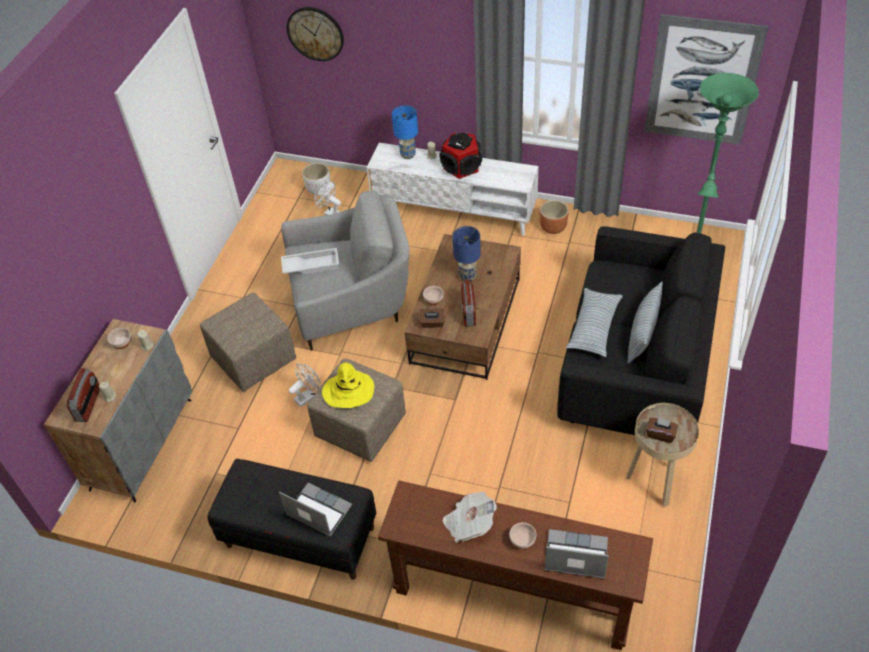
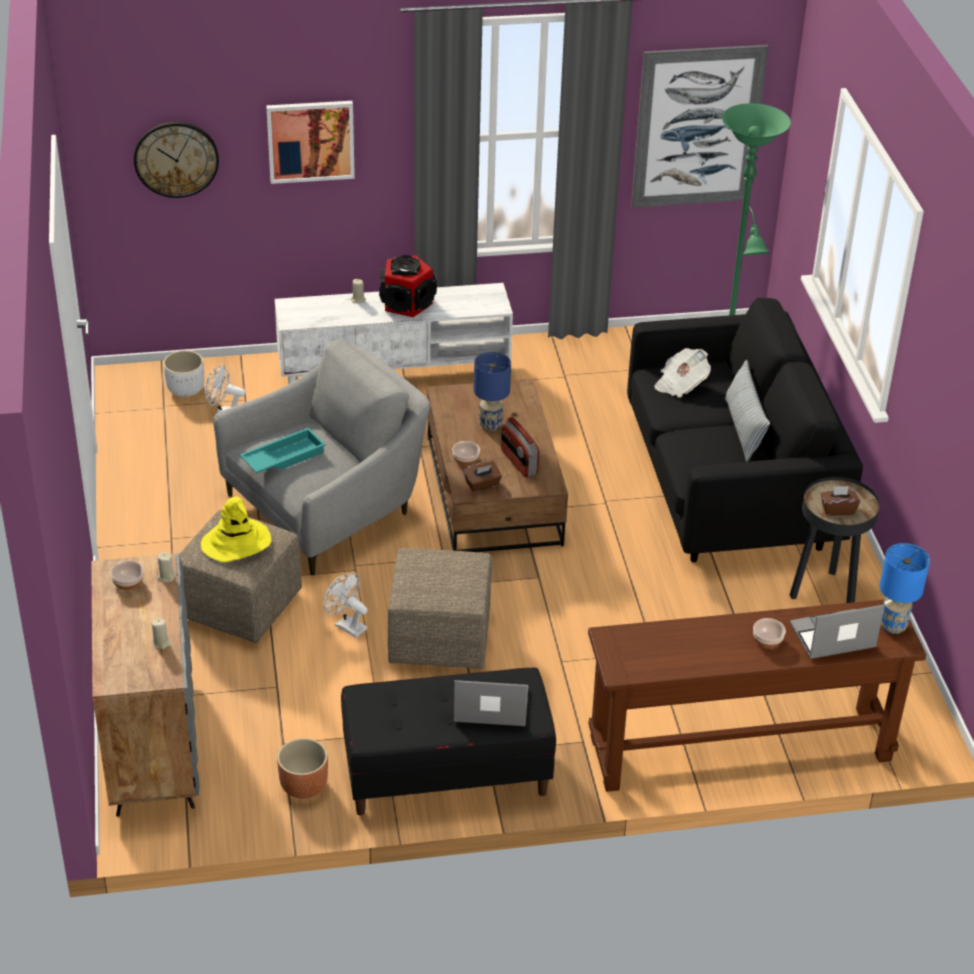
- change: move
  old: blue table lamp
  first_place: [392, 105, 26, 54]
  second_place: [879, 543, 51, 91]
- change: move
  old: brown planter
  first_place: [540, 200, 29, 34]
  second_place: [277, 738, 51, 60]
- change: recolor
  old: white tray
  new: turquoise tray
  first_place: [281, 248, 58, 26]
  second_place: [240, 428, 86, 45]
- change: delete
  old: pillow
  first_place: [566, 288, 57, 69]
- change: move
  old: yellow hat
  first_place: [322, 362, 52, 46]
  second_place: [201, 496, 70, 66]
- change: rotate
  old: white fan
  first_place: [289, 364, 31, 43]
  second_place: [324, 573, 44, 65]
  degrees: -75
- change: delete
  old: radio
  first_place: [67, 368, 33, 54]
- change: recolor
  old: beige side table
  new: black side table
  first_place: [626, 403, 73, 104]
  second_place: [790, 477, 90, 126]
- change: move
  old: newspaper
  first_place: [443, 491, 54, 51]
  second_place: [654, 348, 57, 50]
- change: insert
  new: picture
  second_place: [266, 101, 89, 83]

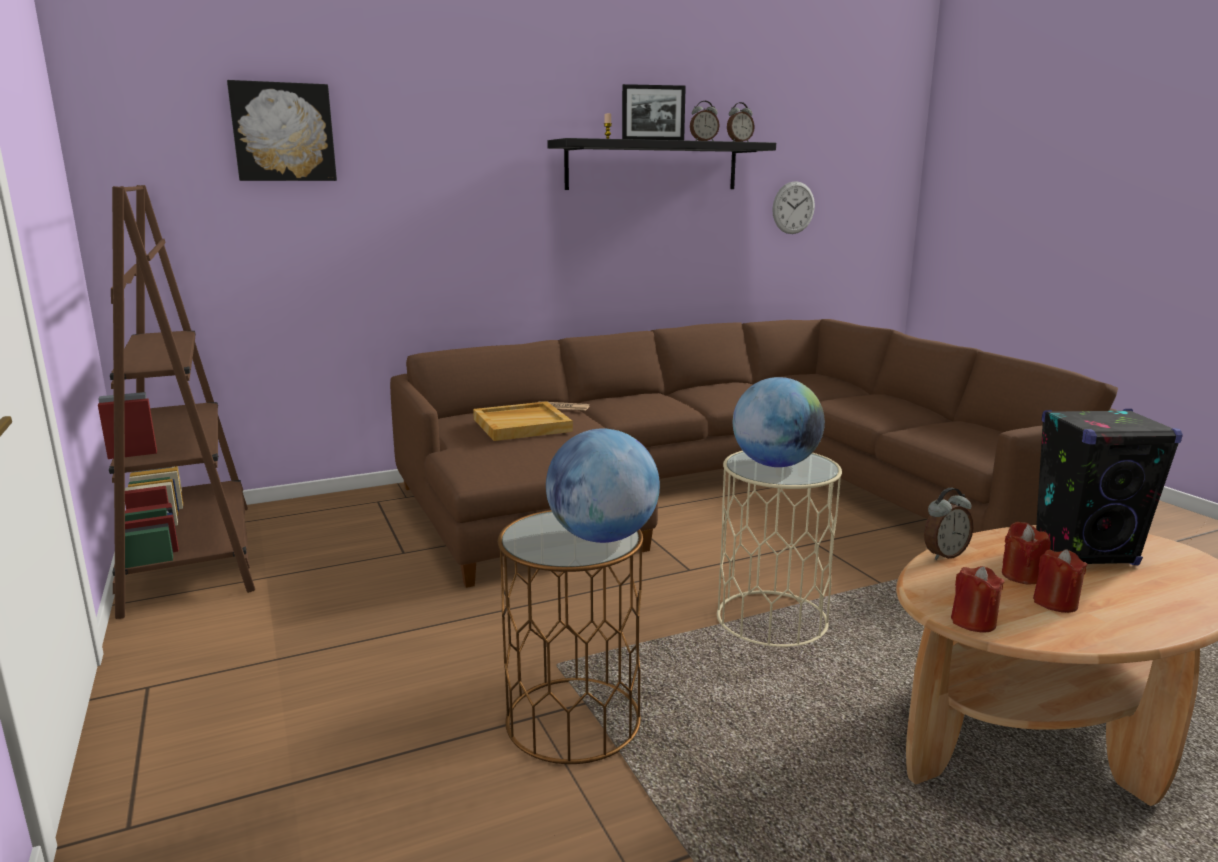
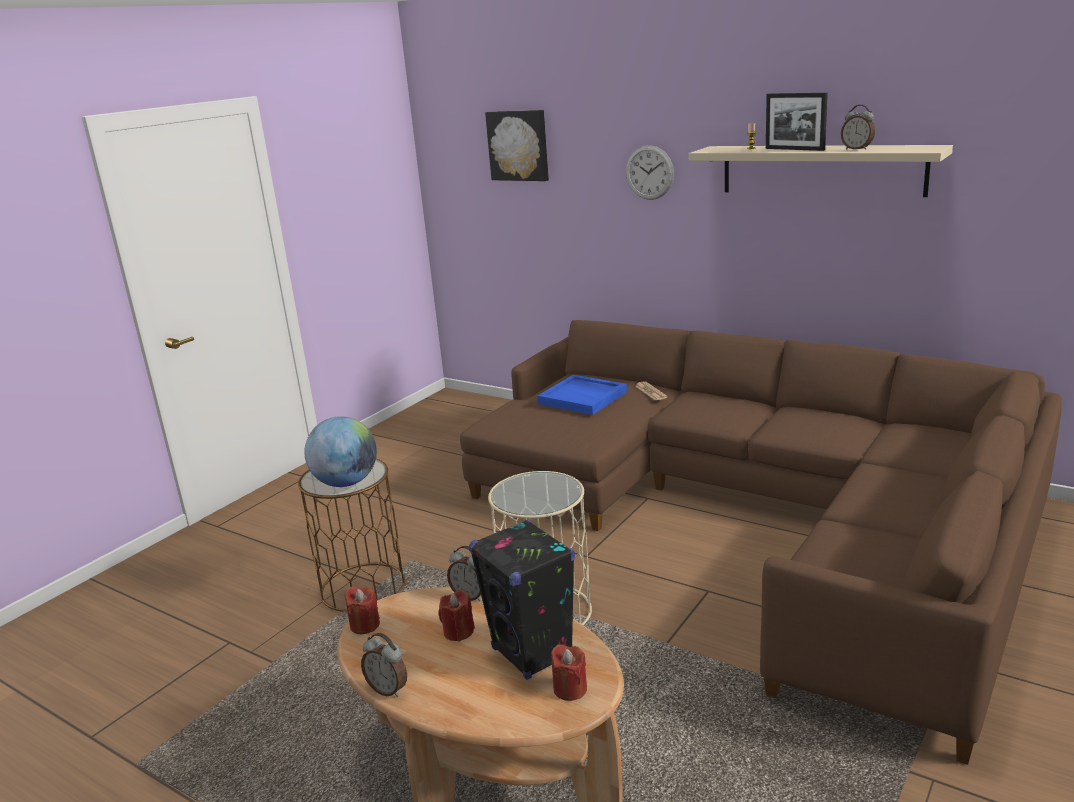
- change: move
  old: alarm clock
  first_place: [727, 102, 28, 40]
  second_place: [361, 633, 46, 64]
- change: recolor
  old: black shelf
  new: beige shelf
  first_place: [547, 138, 229, 52]
  second_place: [689, 145, 264, 52]
- change: move
  old: wall clock
  first_place: [772, 181, 43, 53]
  second_place: [626, 145, 48, 55]
- change: delete
  old: brown bookcase
  first_place: [98, 185, 157, 434]
- change: delete
  old: globe
  first_place: [733, 377, 92, 90]
- change: recolor
  old: beige tray
  new: blue tray
  first_place: [473, 401, 100, 40]
  second_place: [537, 375, 90, 40]
- change: move
  old: red candle
  first_place: [1033, 549, 54, 64]
  second_place: [551, 644, 36, 57]

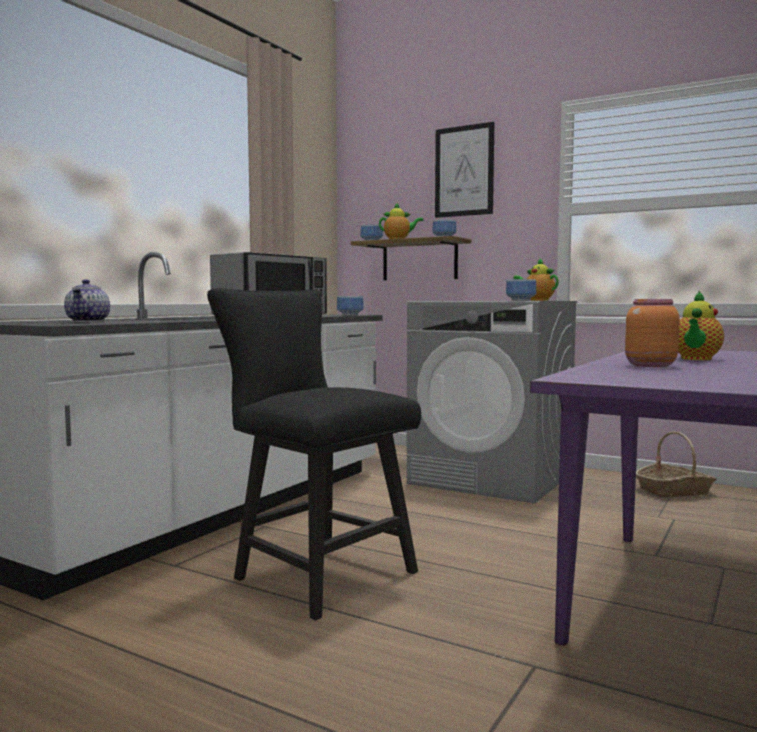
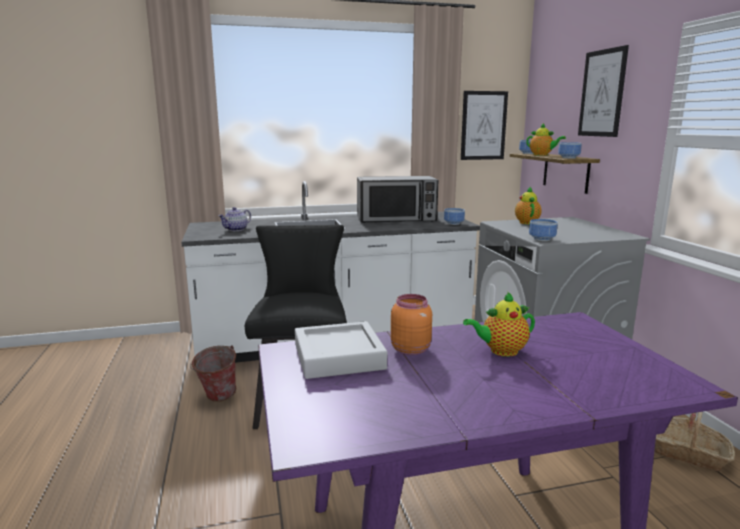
- change: move
  old: teapot
  first_place: [513, 258, 46, 43]
  second_place: [515, 187, 27, 37]
- change: insert
  new: picture
  second_place: [461, 91, 47, 69]
- change: insert
  new: grey tray
  second_place: [295, 321, 92, 58]
- change: insert
  new: bucket
  second_place: [190, 345, 46, 57]

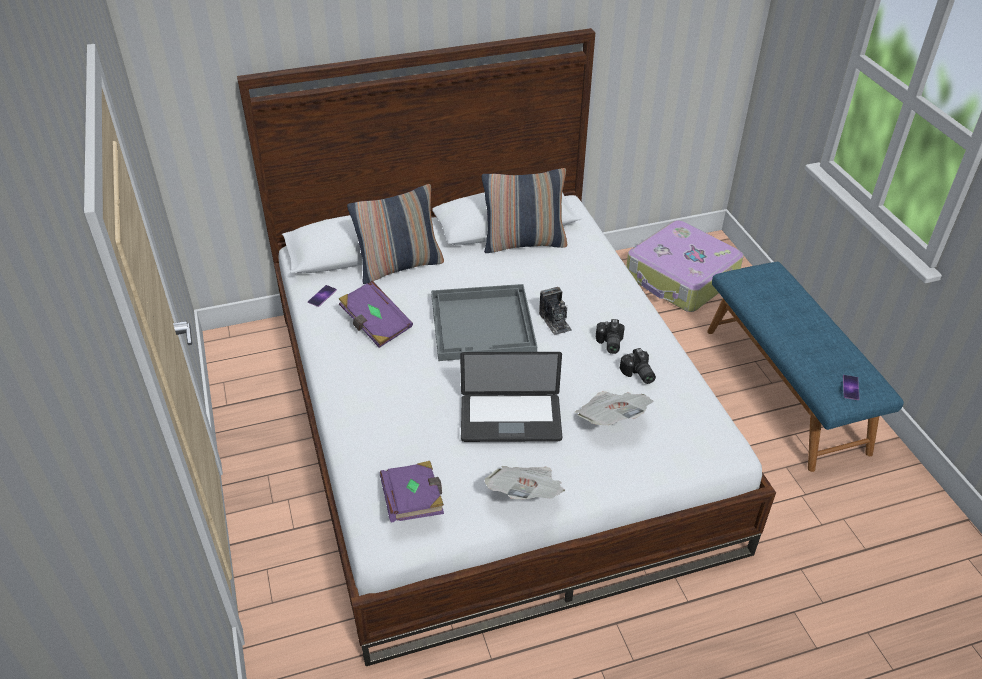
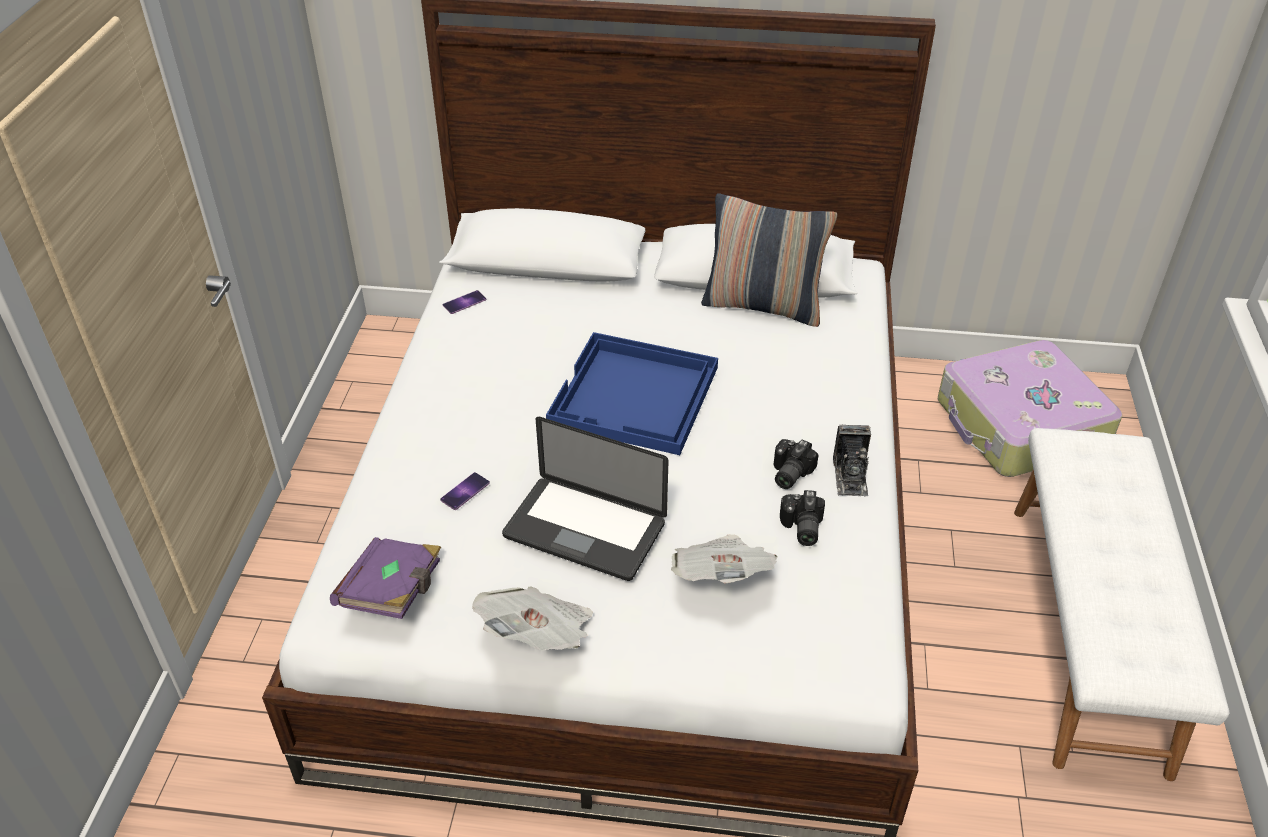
- change: delete
  old: pillow
  first_place: [347, 184, 97, 100]
- change: recolor
  old: blue bench
  new: white bench
  first_place: [707, 262, 197, 210]
  second_place: [1014, 428, 216, 353]
- change: delete
  old: purple book
  first_place: [339, 281, 74, 67]
- change: recolor
  old: grey tray
  new: blue tray
  first_place: [431, 284, 106, 77]
  second_place: [546, 332, 172, 123]
- change: move
  old: photo camera
  first_place: [539, 287, 33, 48]
  second_place: [833, 425, 38, 71]
- change: move
  old: phone
  first_place: [843, 375, 16, 25]
  second_place: [440, 472, 50, 38]

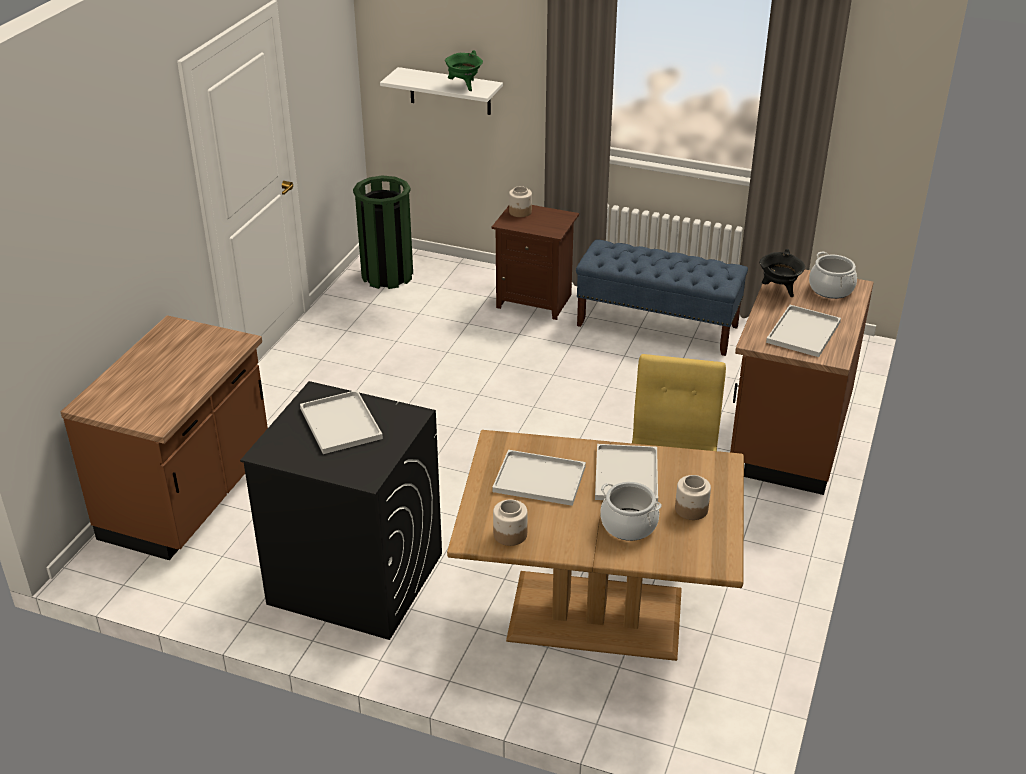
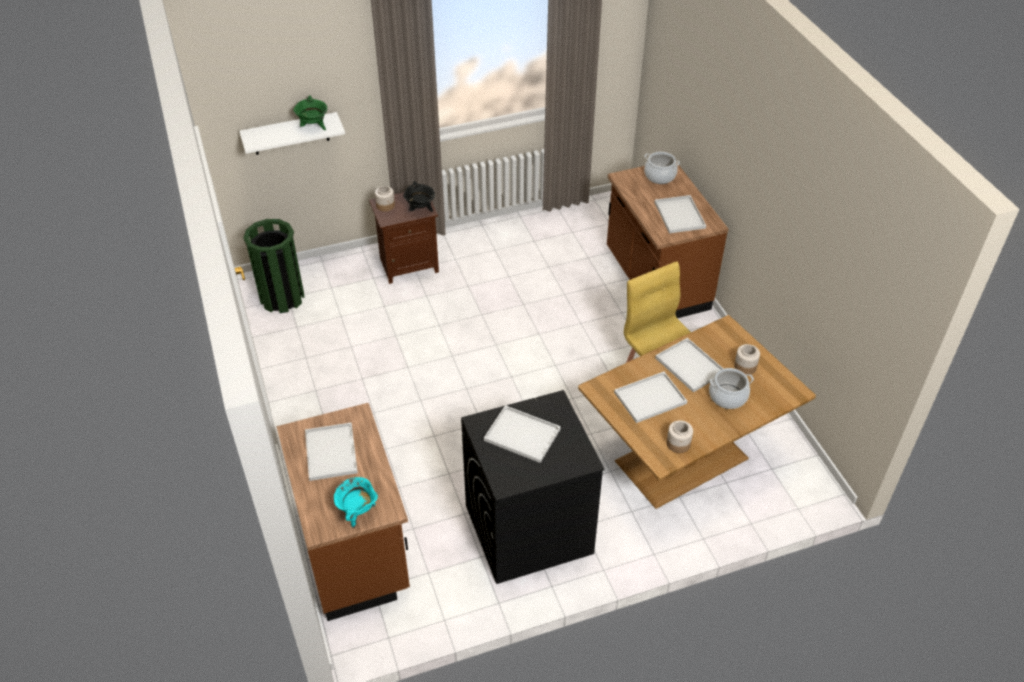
- change: delete
  old: blue bench
  first_place: [576, 239, 172, 117]
- change: move
  old: black cooking pot
  first_place: [759, 249, 46, 48]
  second_place: [403, 181, 32, 31]
- change: insert
  new: white tray
  second_place: [305, 423, 53, 58]
- change: insert
  new: turquoise cooking pot
  second_place: [334, 477, 44, 51]

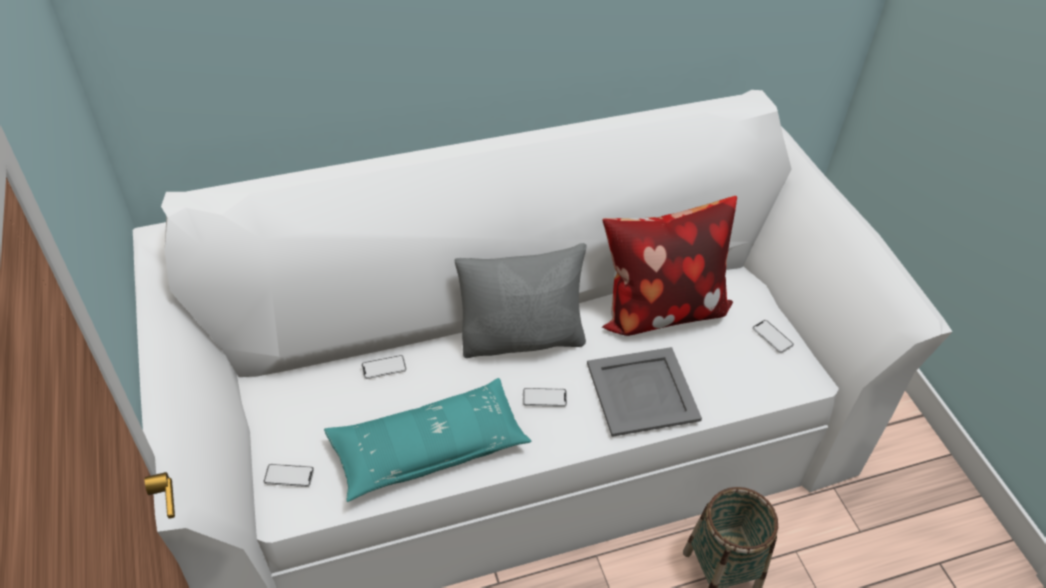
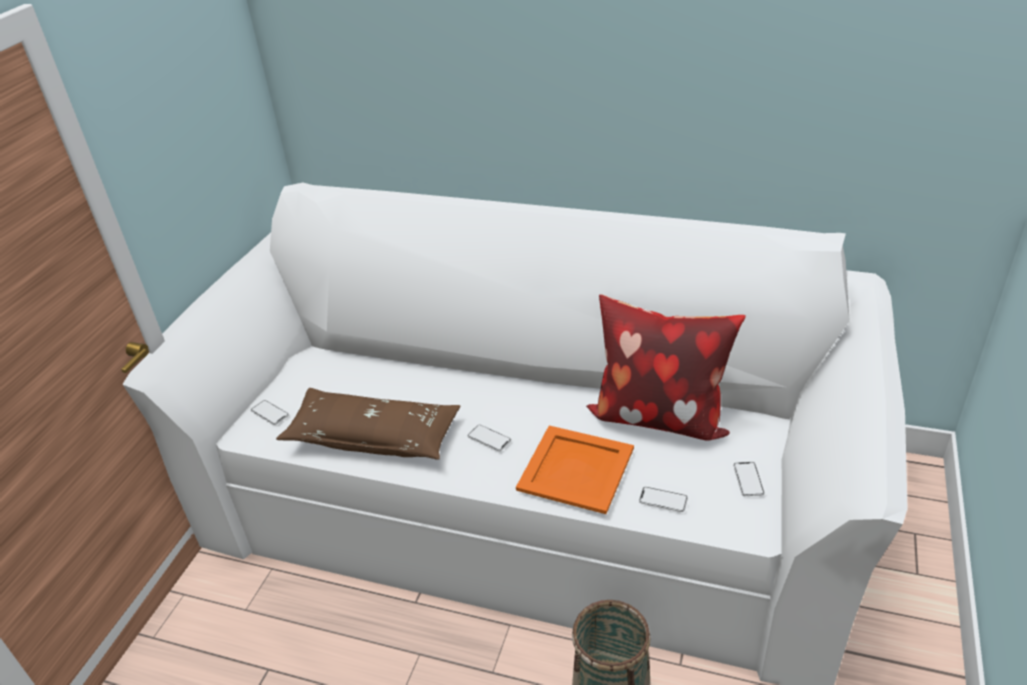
- change: delete
  old: grey pillow
  first_place: [454, 243, 133, 115]
- change: recolor
  old: grey tray
  new: orange tray
  first_place: [587, 347, 115, 90]
  second_place: [516, 426, 118, 88]
- change: move
  old: phone
  first_place: [362, 355, 45, 24]
  second_place: [639, 487, 49, 25]
- change: recolor
  old: turquoise pillow
  new: brown pillow
  first_place: [324, 378, 207, 124]
  second_place: [276, 388, 185, 72]

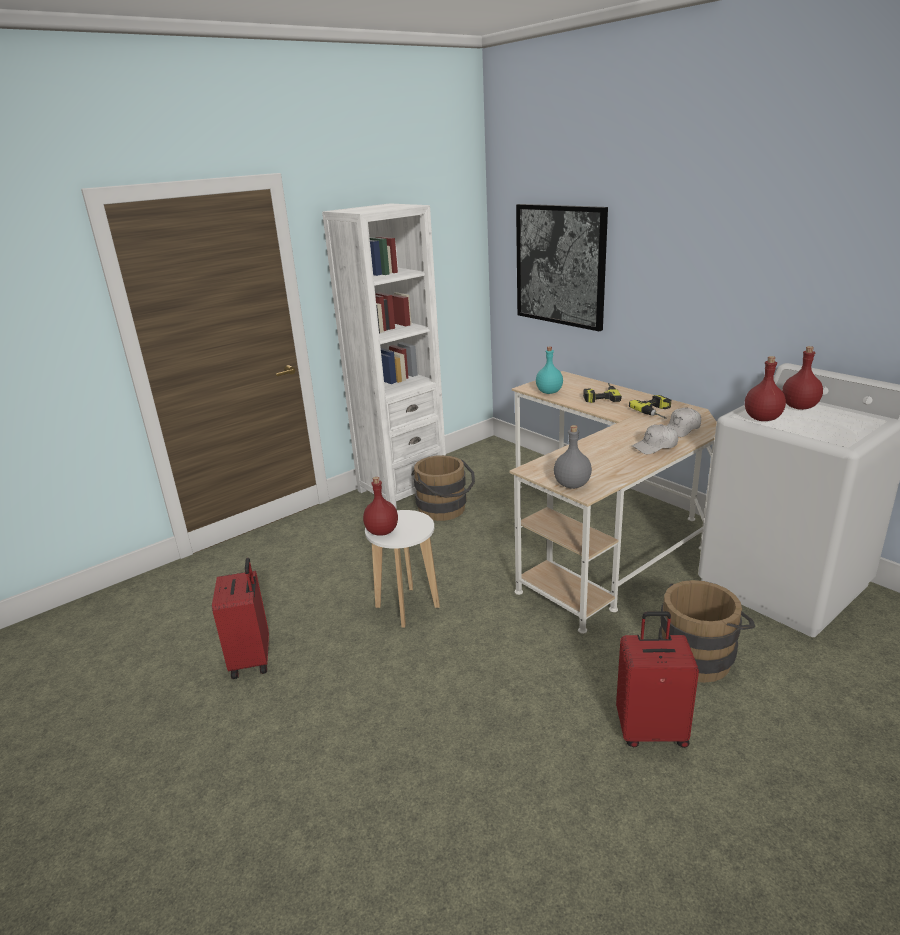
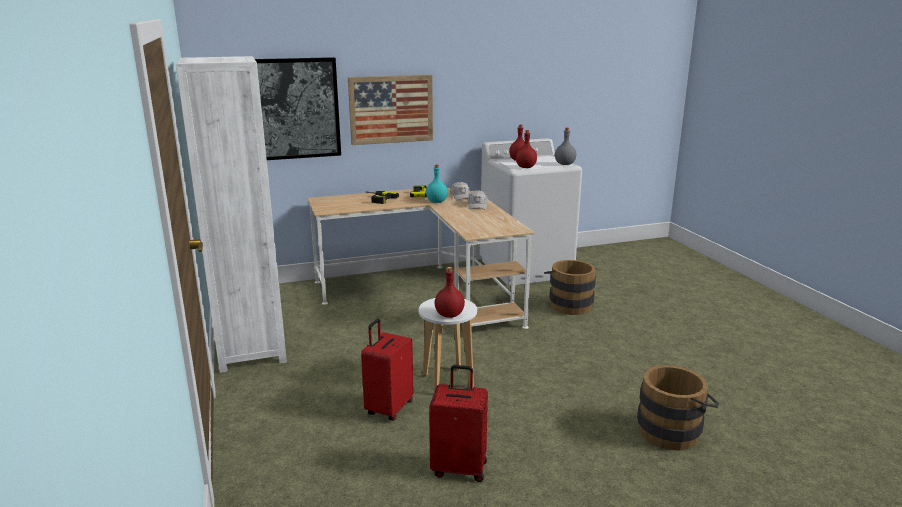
- change: move
  old: turquoise bottle
  first_place: [536, 347, 27, 47]
  second_place: [426, 165, 22, 38]
- change: move
  old: grey bottle
  first_place: [554, 425, 38, 64]
  second_place: [555, 128, 21, 37]
- change: move
  old: brown bucket
  first_place: [414, 455, 61, 66]
  second_place: [637, 365, 82, 85]
- change: move
  old: red suitcase
  first_place: [616, 611, 83, 137]
  second_place: [361, 319, 52, 102]
- change: insert
  new: picture
  second_place: [348, 75, 85, 70]

